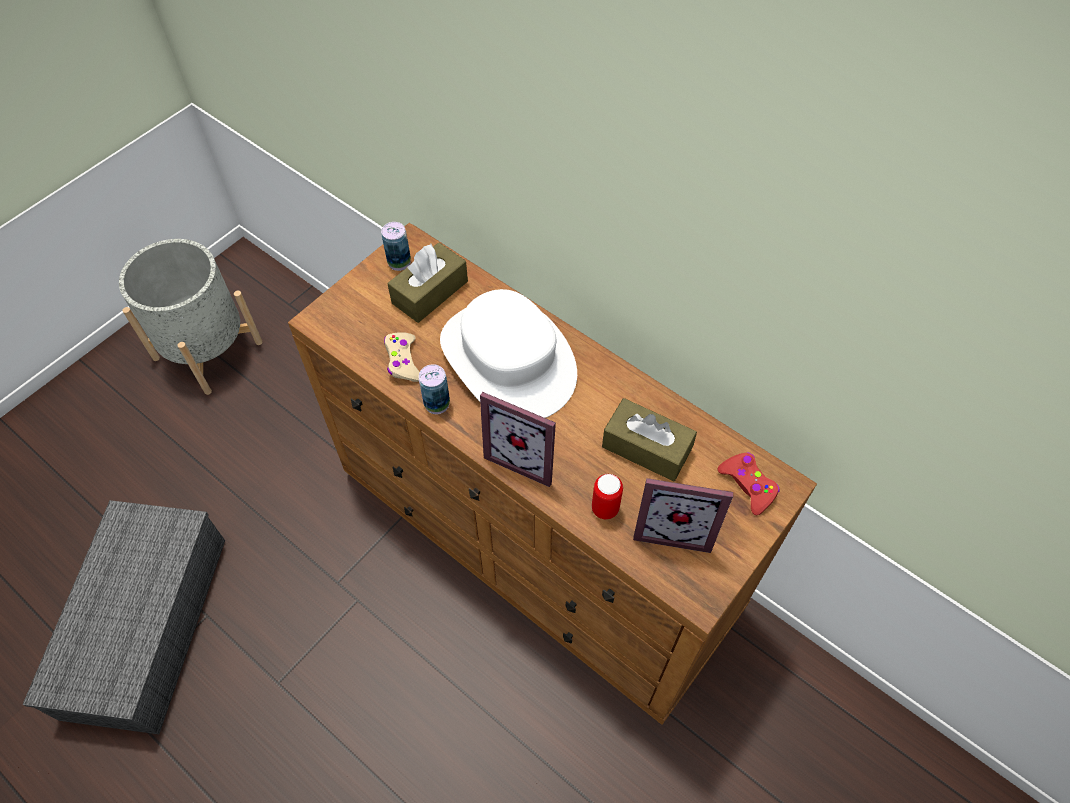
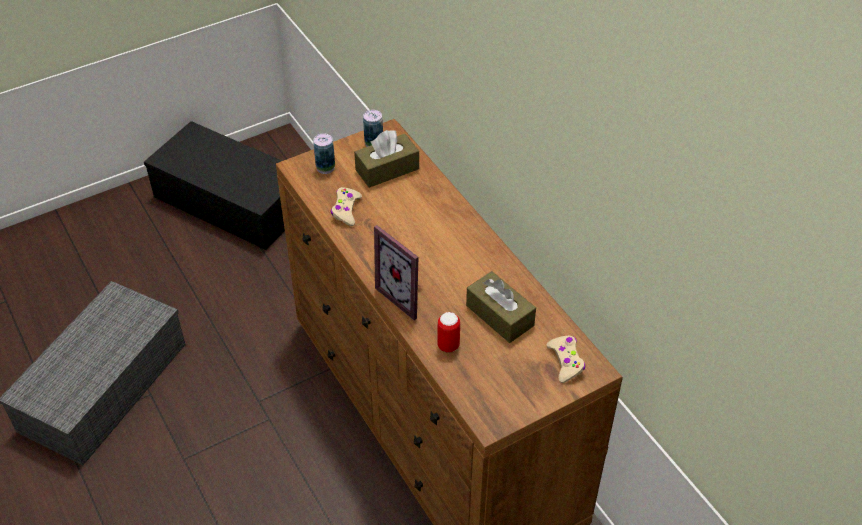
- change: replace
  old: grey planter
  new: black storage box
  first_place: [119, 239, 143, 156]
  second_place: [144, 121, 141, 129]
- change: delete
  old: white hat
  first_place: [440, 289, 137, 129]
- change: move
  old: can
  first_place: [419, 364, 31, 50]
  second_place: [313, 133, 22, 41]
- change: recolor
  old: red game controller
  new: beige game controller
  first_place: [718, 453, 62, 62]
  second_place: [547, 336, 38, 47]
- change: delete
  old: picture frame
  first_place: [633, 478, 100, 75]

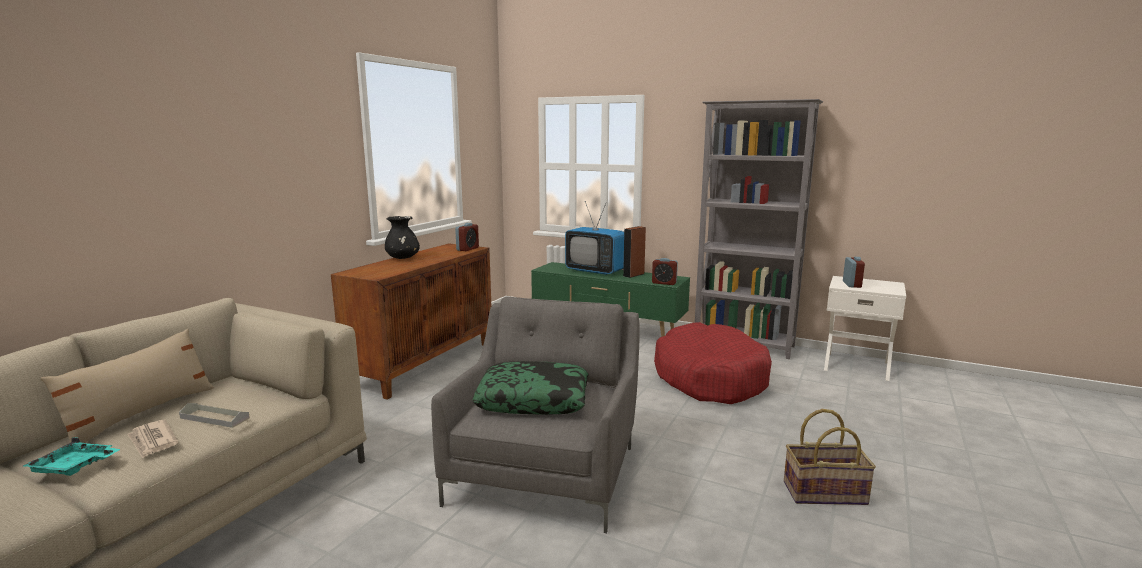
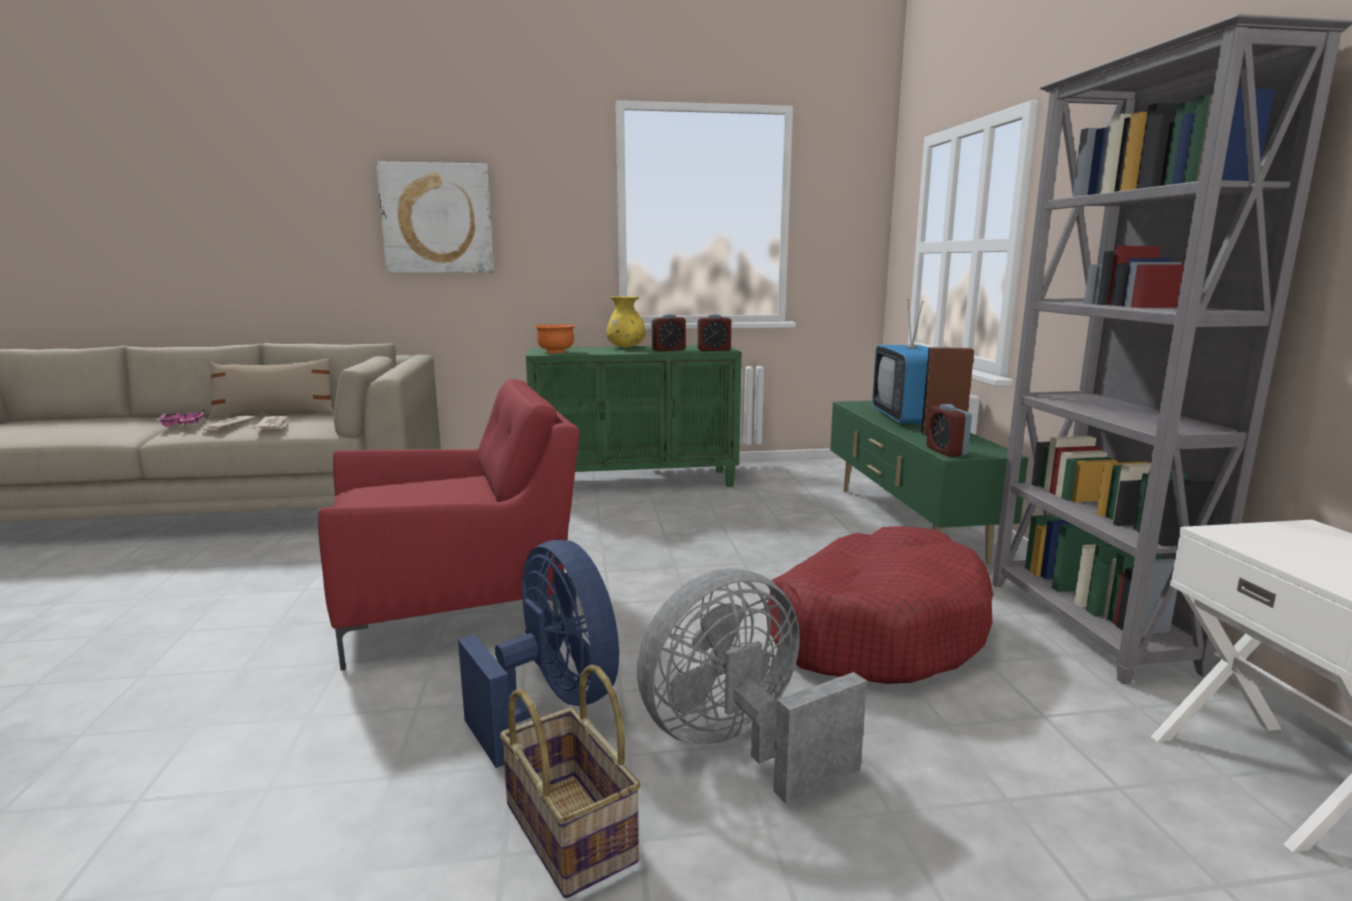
- change: recolor
  old: black vase
  new: yellow vase
  first_place: [385, 216, 35, 43]
  second_place: [606, 296, 39, 51]
- change: recolor
  old: brown cabinet
  new: green cabinet
  first_place: [331, 244, 160, 156]
  second_place: [526, 345, 216, 142]
- change: move
  old: alarm clock
  first_place: [843, 257, 22, 31]
  second_place: [651, 314, 35, 37]
- change: recolor
  old: grey armchair
  new: red armchair
  first_place: [431, 297, 209, 236]
  second_place: [318, 379, 261, 291]
- change: delete
  old: pillow
  first_place: [472, 361, 116, 54]
- change: replace
  old: grey tray
  new: newspaper
  first_place: [179, 403, 71, 25]
  second_place: [253, 416, 37, 13]
- change: recolor
  old: turquoise tray
  new: pink tray
  first_place: [23, 437, 97, 39]
  second_place: [156, 409, 48, 18]
- change: insert
  new: picture
  second_place: [376, 162, 118, 111]
- change: insert
  new: orange bowl
  second_place: [534, 324, 42, 29]
- change: insert
  new: blue fan
  second_place: [458, 540, 161, 228]
- change: insert
  new: grey fan
  second_place: [637, 568, 230, 235]

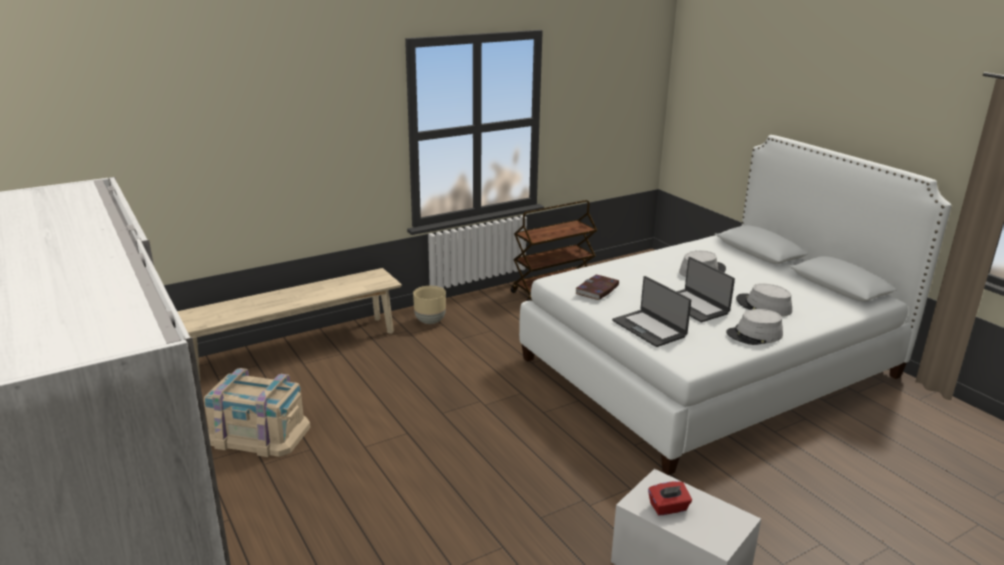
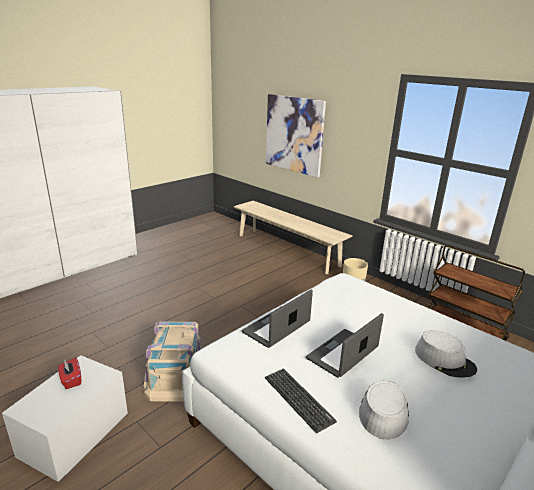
- change: delete
  old: book
  first_place: [575, 275, 44, 25]
- change: replace
  old: grey hat
  new: keyboard
  first_place: [726, 309, 57, 36]
  second_place: [265, 369, 72, 64]
- change: move
  old: beige storage box
  first_place: [204, 368, 107, 89]
  second_place: [144, 321, 58, 80]
- change: insert
  new: picture
  second_place: [266, 94, 60, 84]

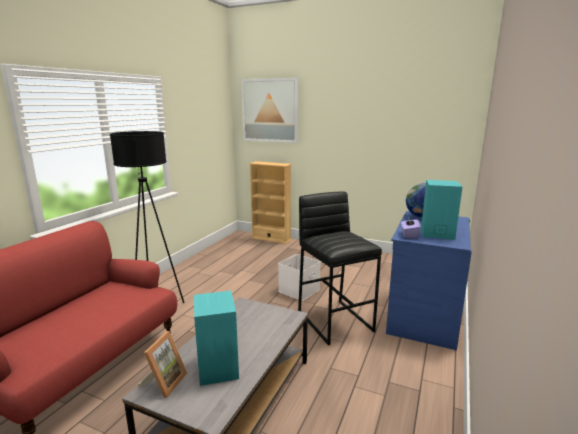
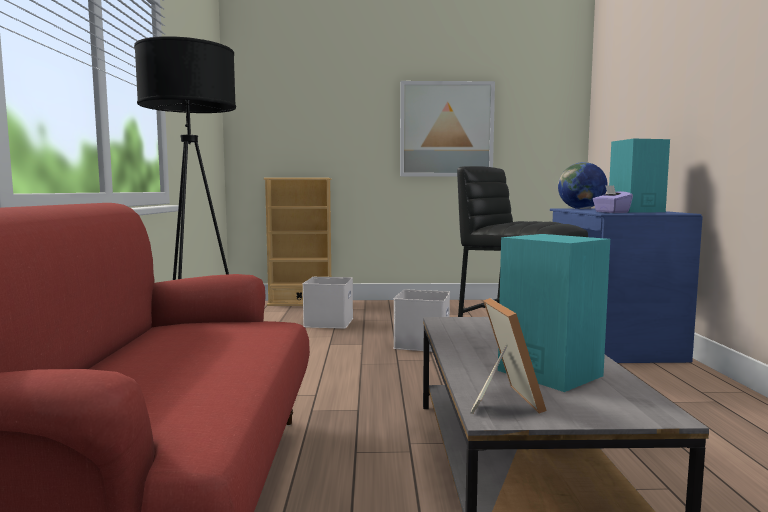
- change: move
  old: picture
  first_place: [241, 78, 57, 65]
  second_place: [400, 81, 95, 96]
- change: insert
  new: white storage box
  second_place: [302, 277, 51, 52]

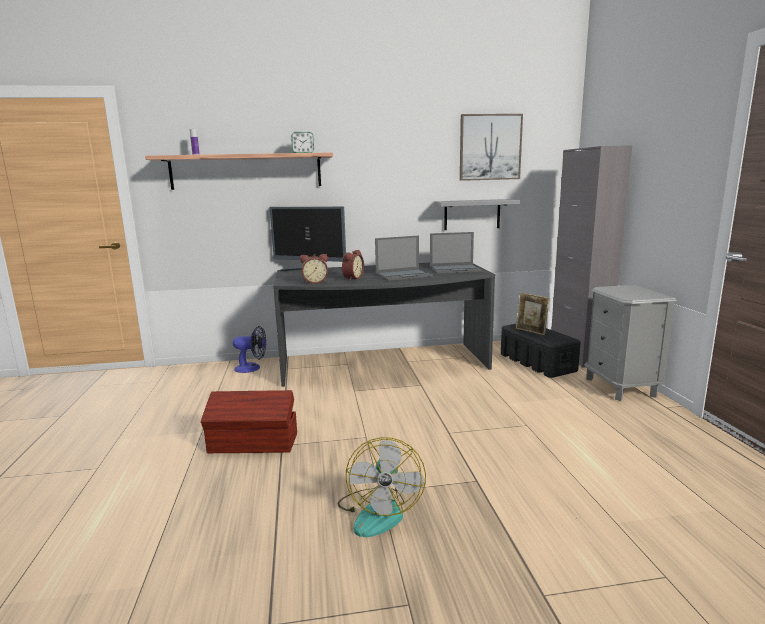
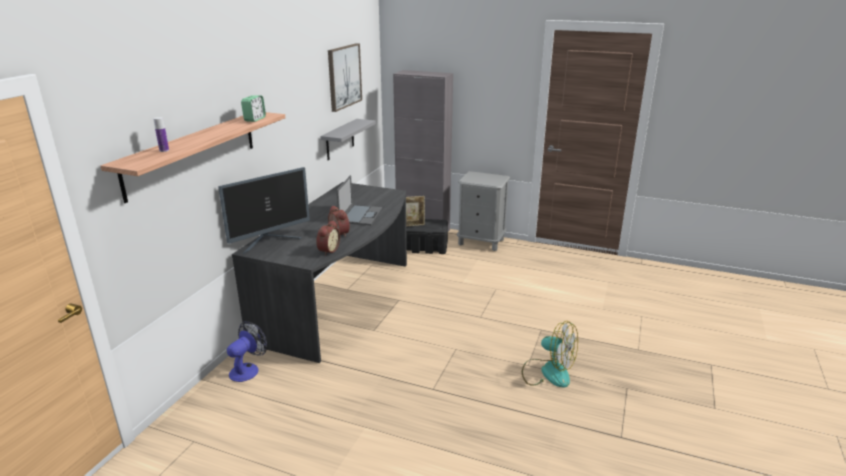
- change: delete
  old: laptop
  first_place: [430, 232, 53, 42]
- change: delete
  old: brown storage box
  first_place: [201, 390, 96, 63]

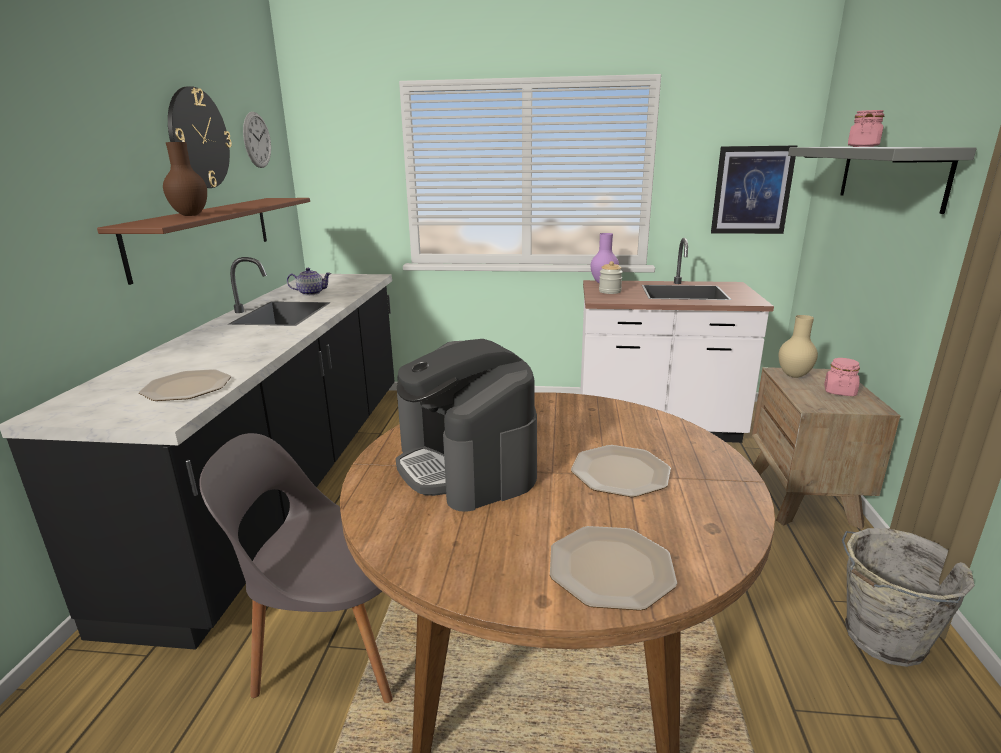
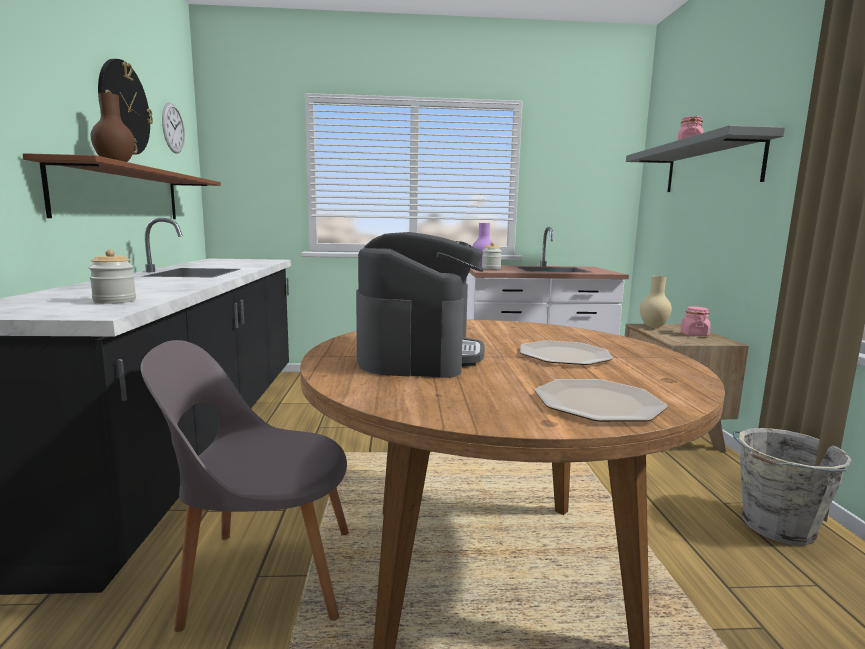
- change: delete
  old: picture
  first_place: [711, 145, 86, 89]
- change: delete
  old: teapot
  first_place: [287, 268, 45, 27]
- change: rotate
  old: coffee machine
  first_place: [396, 339, 141, 173]
  second_place: [356, 232, 129, 146]
  degrees: -135
- change: replace
  old: plate
  new: jar
  first_place: [139, 369, 92, 32]
  second_place: [88, 249, 48, 55]

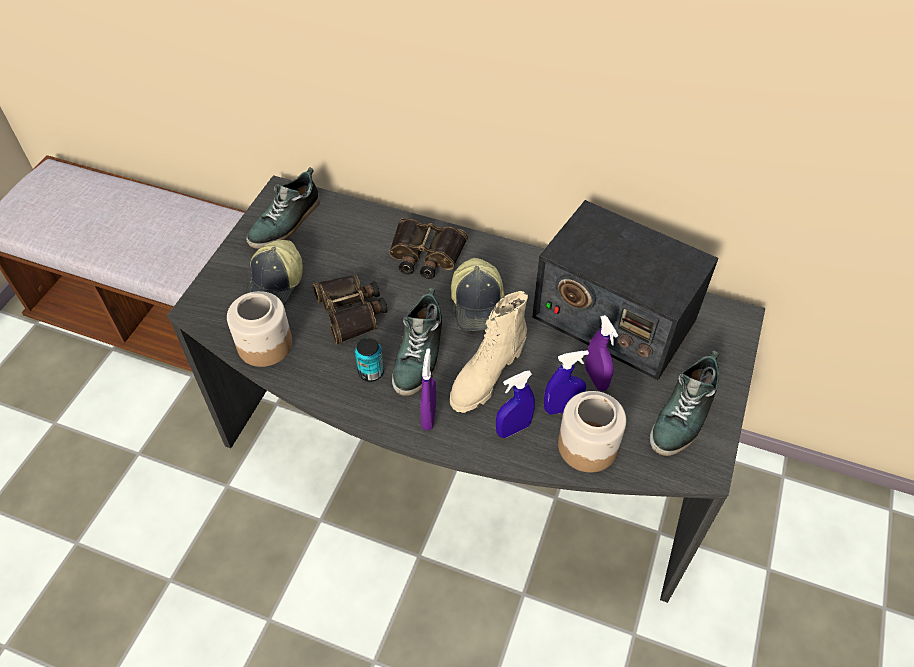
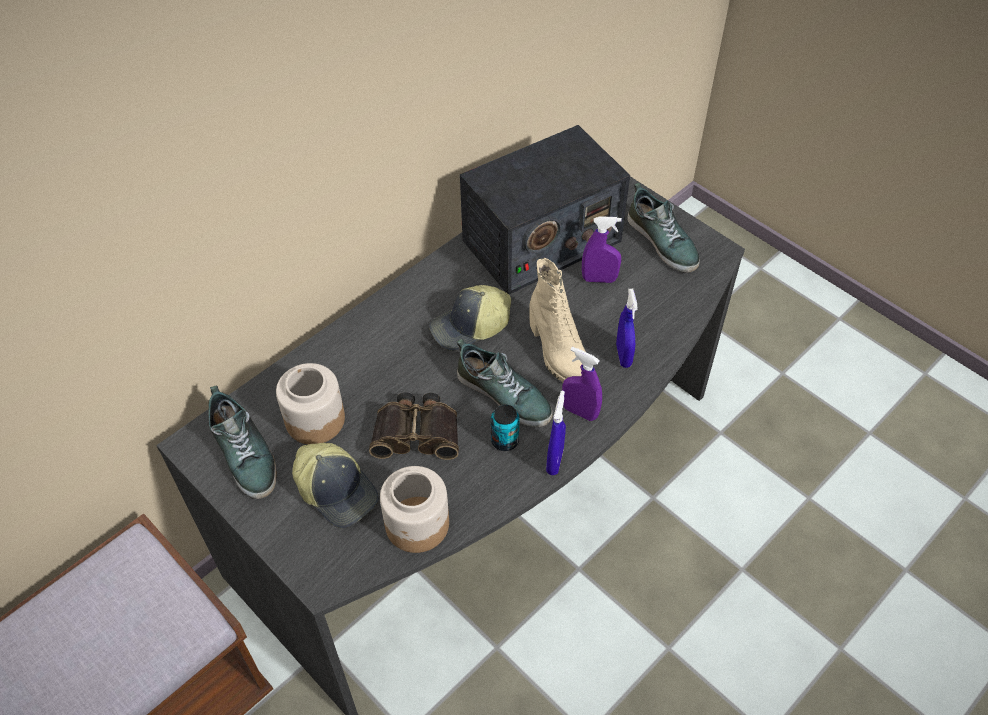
- change: delete
  old: binoculars
  first_place: [389, 218, 79, 61]
- change: rotate
  old: cap
  first_place: [451, 258, 54, 73]
  second_place: [429, 285, 82, 66]
  degrees: 135
- change: move
  old: blue spray bottle
  first_place: [544, 350, 45, 65]
  second_place: [546, 391, 20, 84]
- change: move
  old: jar
  first_place: [558, 391, 68, 82]
  second_place: [276, 363, 69, 81]

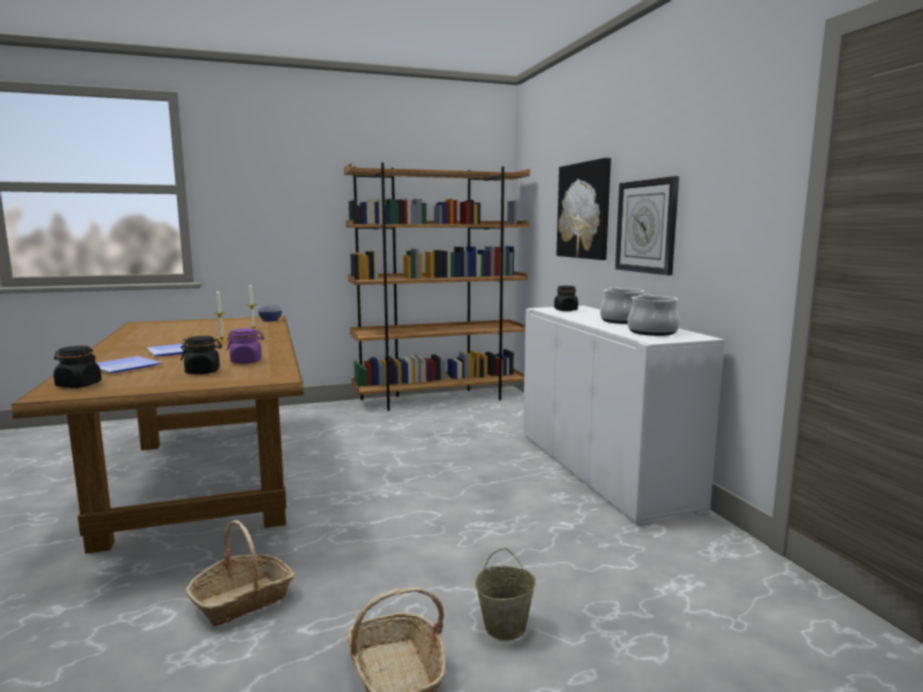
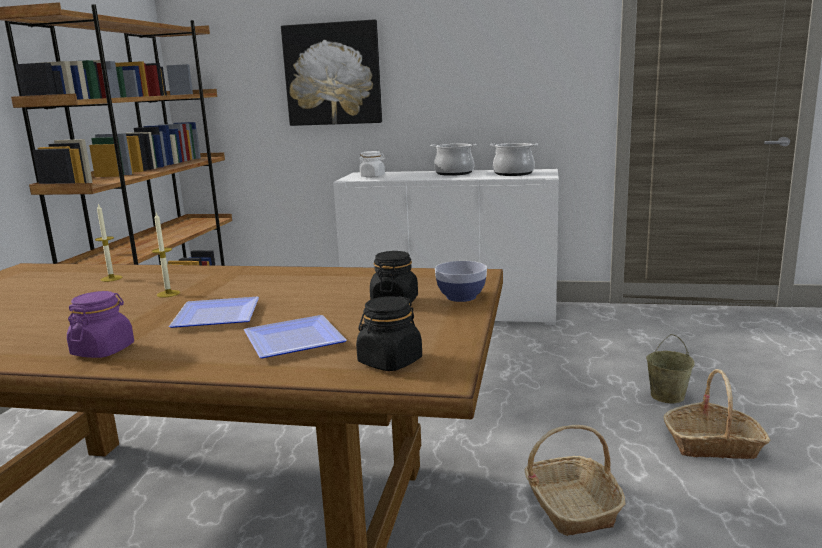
- change: delete
  old: wall clock
  first_place: [615, 176, 64, 99]
- change: recolor
  old: black jar
  new: white jar
  first_place: [554, 286, 24, 25]
  second_place: [359, 151, 26, 27]
- change: move
  old: bowl
  first_place: [257, 305, 25, 17]
  second_place: [435, 261, 52, 41]
- change: move
  old: purple jar
  first_place: [227, 328, 37, 36]
  second_place: [67, 291, 67, 67]

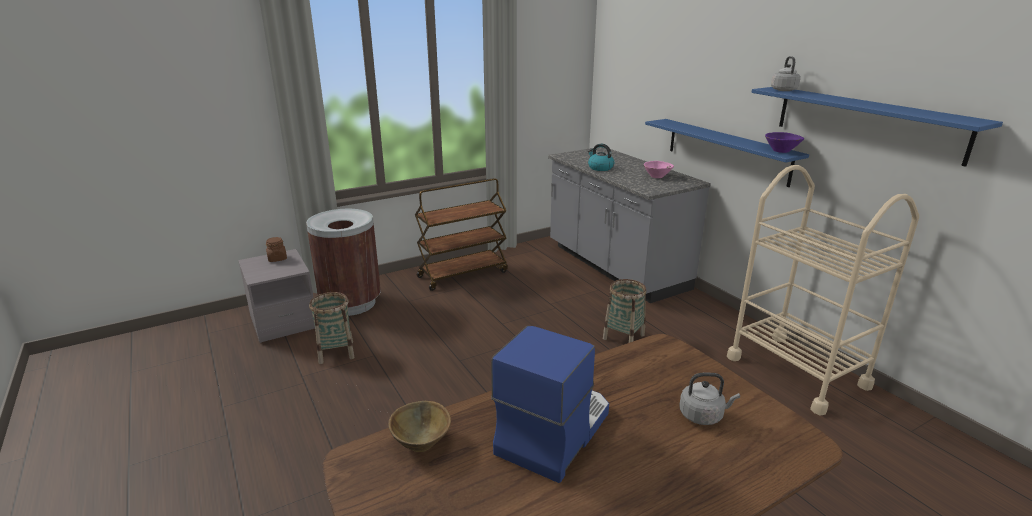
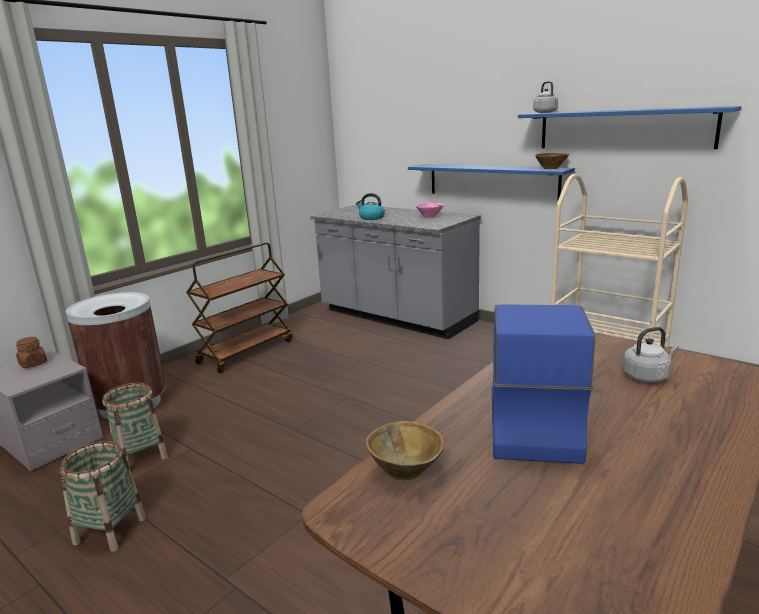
- change: recolor
  old: purple bowl
  new: brown bowl
  first_place: [765, 132, 39, 21]
  second_place: [535, 153, 34, 16]
- change: move
  old: basket
  first_place: [603, 279, 43, 64]
  second_place: [60, 441, 86, 111]

